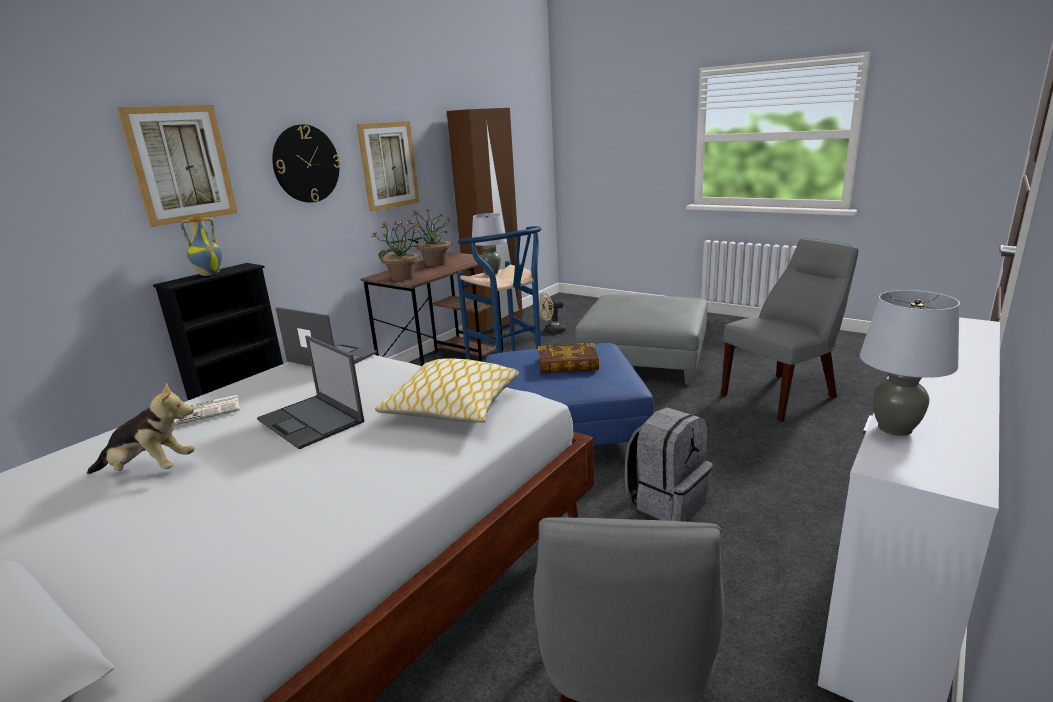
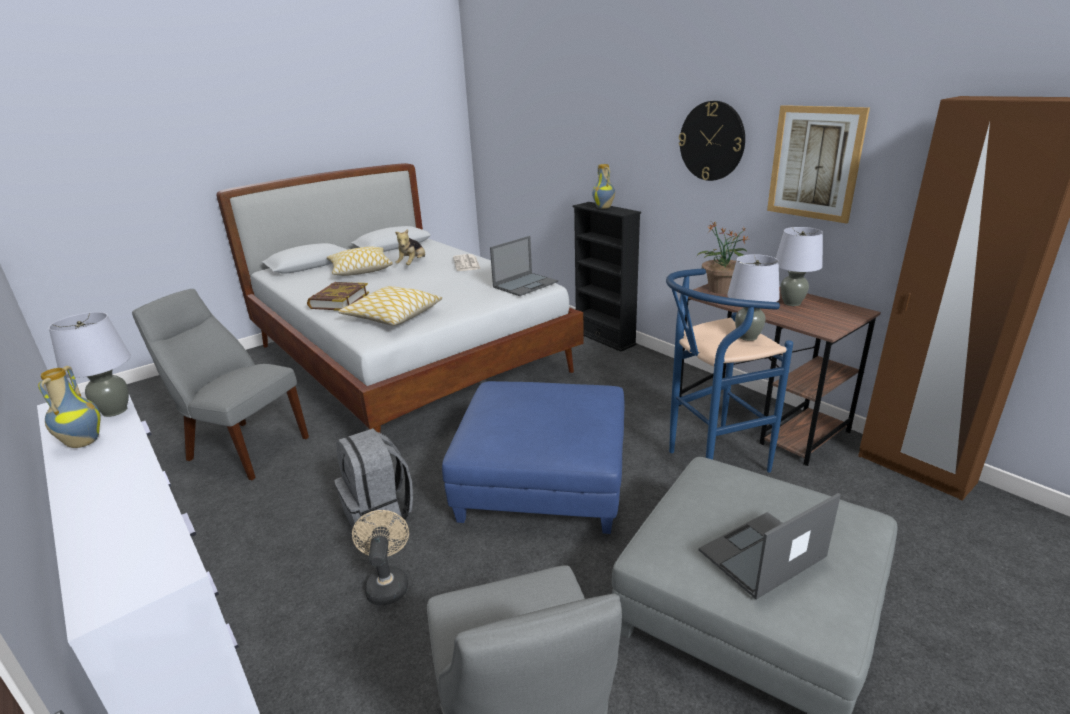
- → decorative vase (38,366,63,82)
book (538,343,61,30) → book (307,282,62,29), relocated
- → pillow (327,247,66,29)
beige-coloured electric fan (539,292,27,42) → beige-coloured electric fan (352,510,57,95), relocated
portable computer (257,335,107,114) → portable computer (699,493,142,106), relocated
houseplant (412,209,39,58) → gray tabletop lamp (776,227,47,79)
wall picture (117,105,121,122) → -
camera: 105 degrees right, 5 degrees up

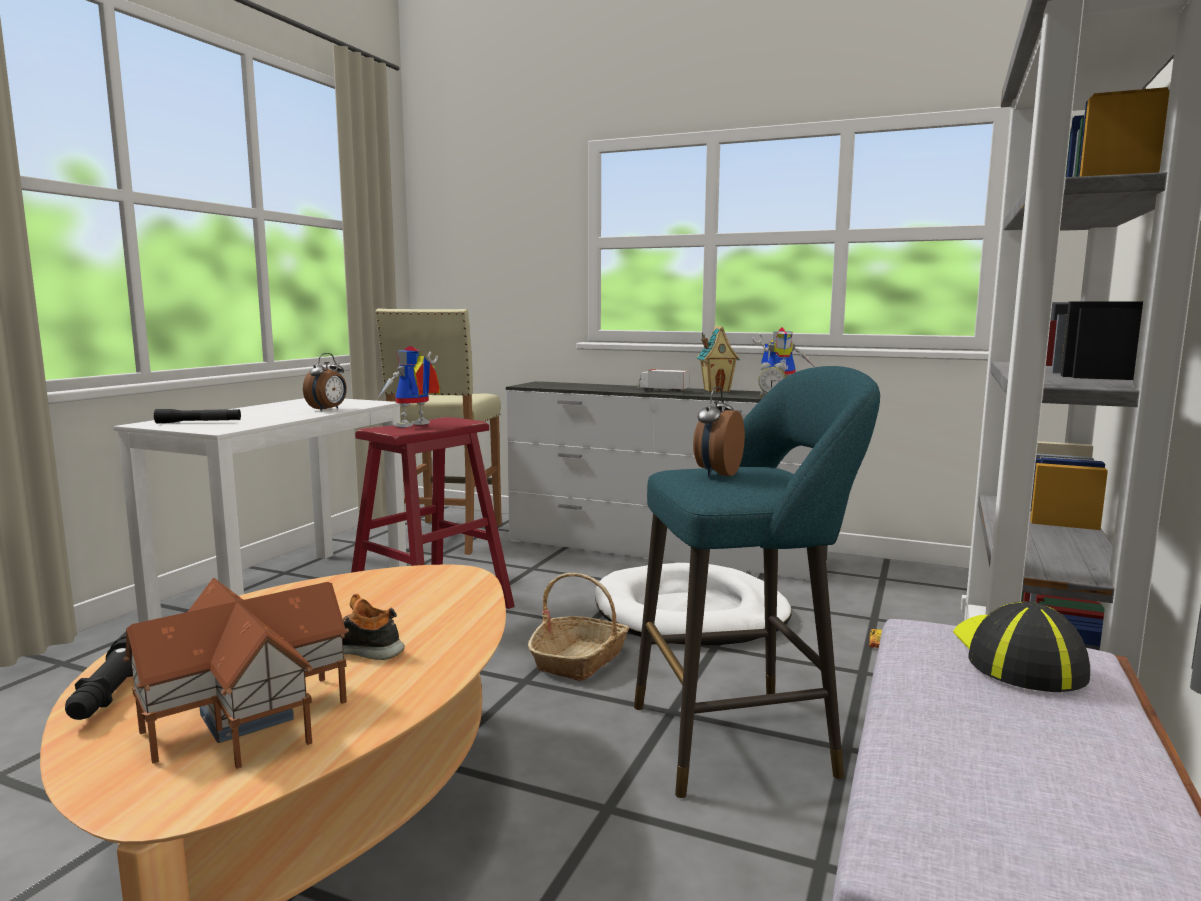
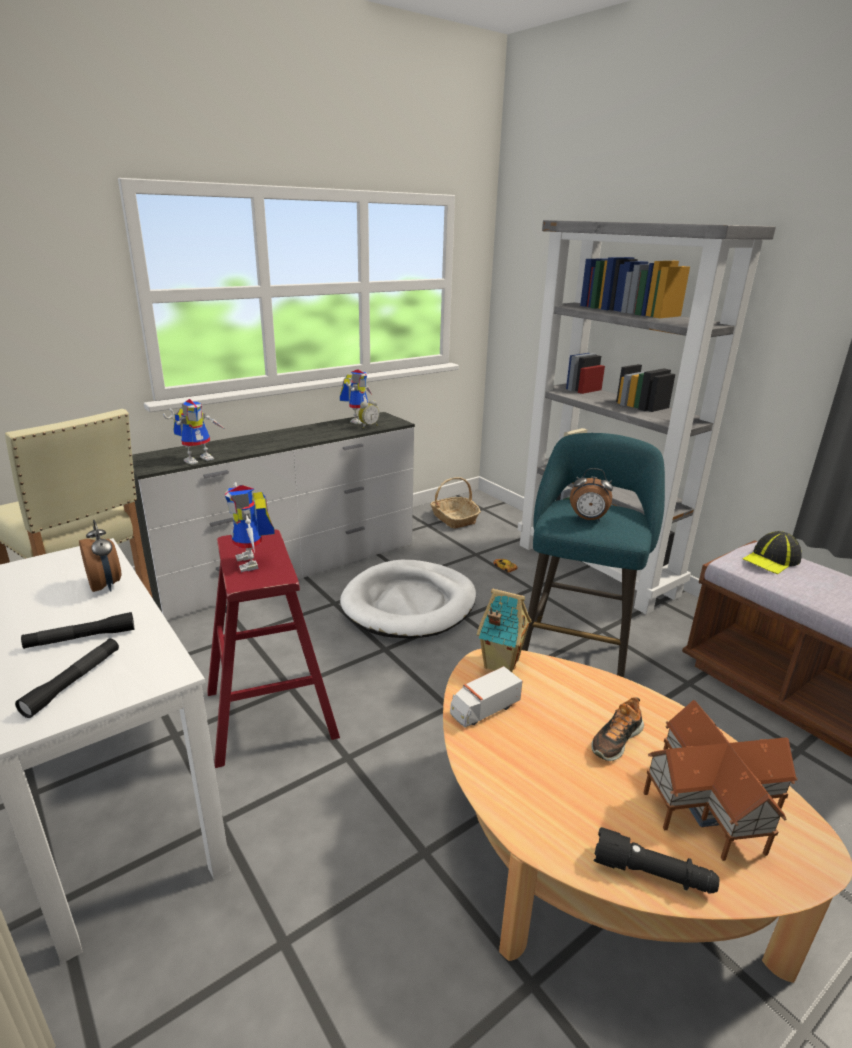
- → blackish flashlight (21,612,113,37)
- → model robot (163,399,63,66)
household basket (528,573,101,108) → household basket (430,477,51,52), relocated
model truck (638,369,52,23) → model truck (450,666,72,62), relocated
model house (696,326,44,66) → model house (476,589,56,83), relocated
table clock (693,386,52,91) → table clock (570,468,43,54), 45 degrees counterclockwise
peaked cap (953,602,137,90) → peaked cap (743,531,59,43), 75 degrees counterclockwise
camera: 60 degrees left, 15 degrees up

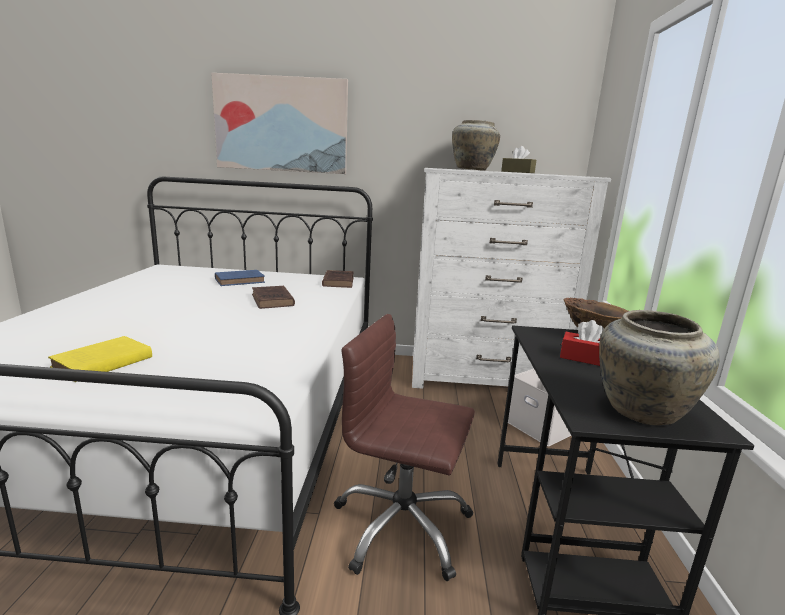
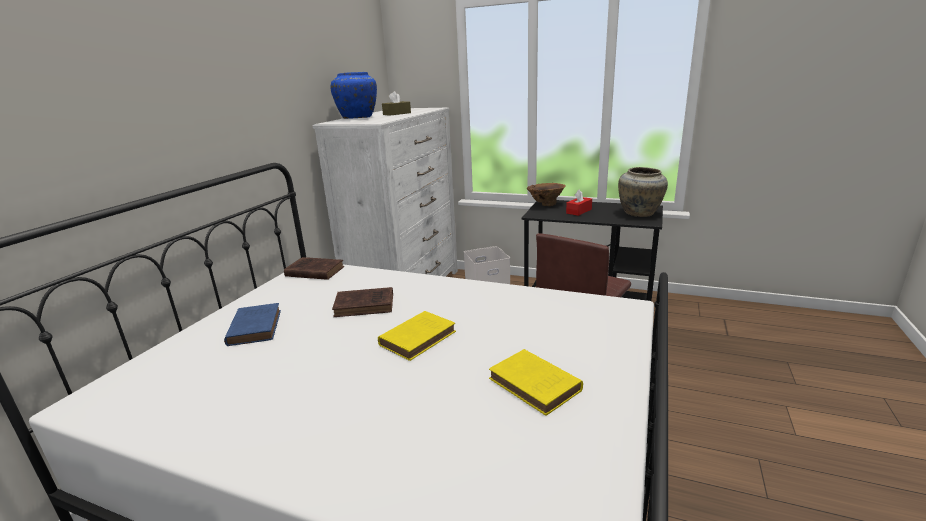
beige-coloured decorative vase (452,120,48,51) → blue-coloured decorative vase (331,72,46,47)
- → yellow book (378,311,78,50)
wall picture (211,73,137,101) → -
camera: 70 degrees left, 5 degrees up

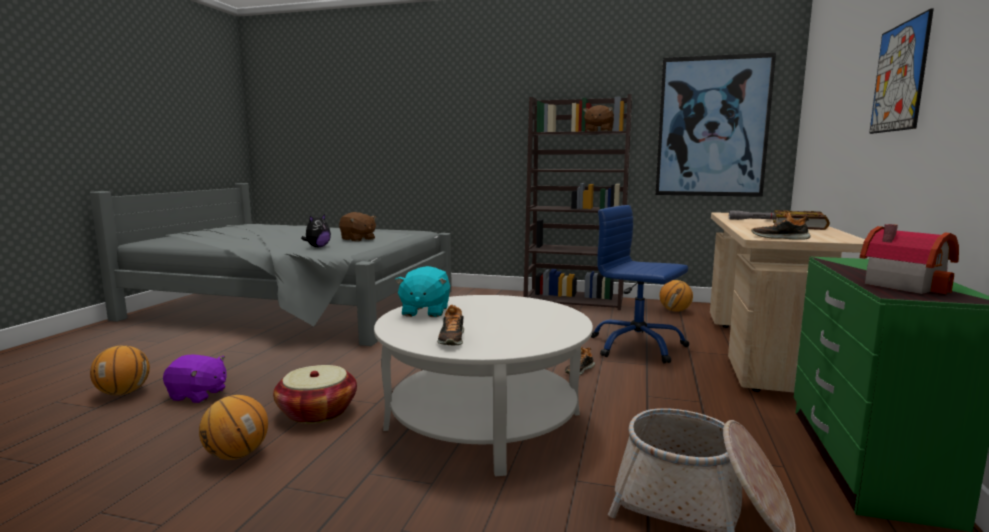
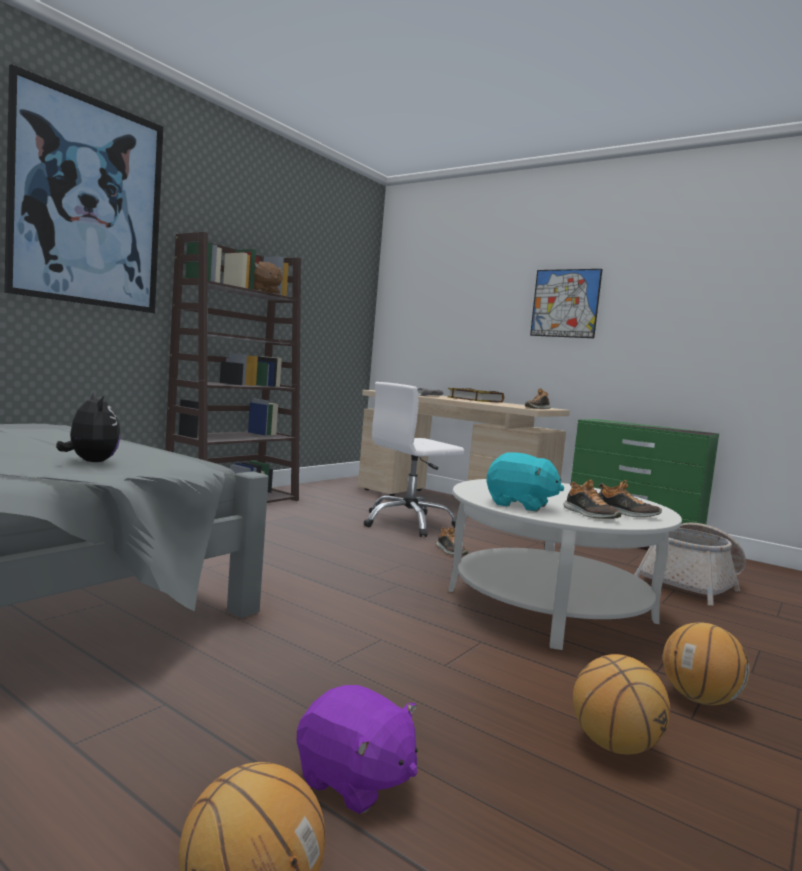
wall picture (655,53,121,144) → wall picture (4,64,159,249), relocated
purplish soft toy (163,355,64,48) → purplish soft toy (297,685,121,129), 90 degrees clockwise
blue-coloured desk chair (591,205,98,159) → whitish desk chair (364,382,100,155)
- → low shoe (564,479,57,40)
basketball ball (659,280,34,32) → basketball ball (663,622,87,83), relocated
household basket (273,365,84,59) → -
brown soft toy (339,212,37,30) → -
model house (860,224,99,70) → -
camera: 70 degrees left, 5 degrees down

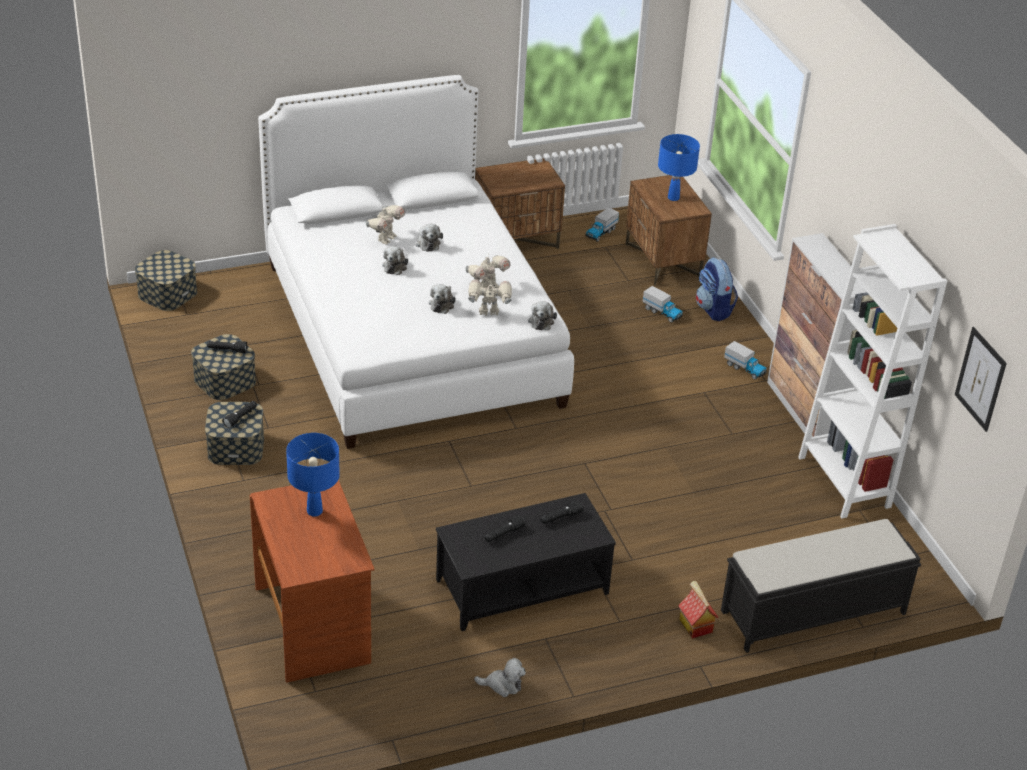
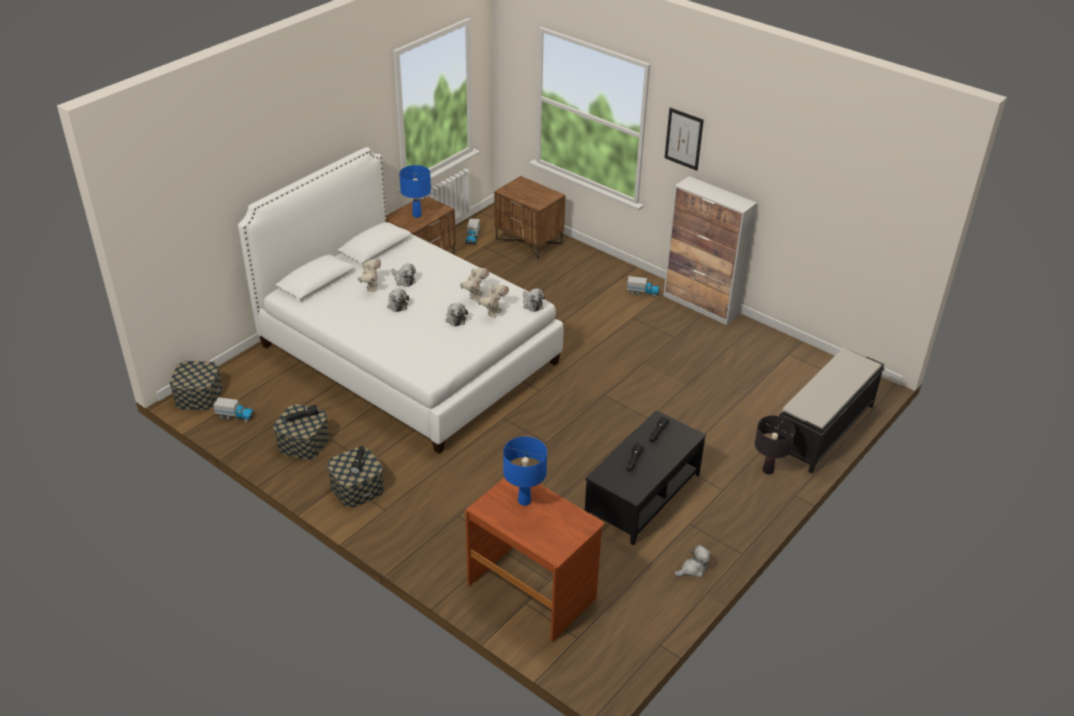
model truck (643,286,40,37) → model truck (213,397,41,25), relocated
blue-coloured tabletop lamp (658,134,42,67) → blue-coloured tabletop lamp (399,165,32,53), relocated
model robot (468,279,44,36) → model robot (477,285,32,33), 150 degrees clockwise
wall picture (955,327,52,105) → wall picture (665,108,39,63), relocated
model house (678,581,41,58) → blackish tabletop lamp (755,415,40,59)
rucksack (696,257,42,64) → -
whitish bookcase (798,224,149,295) → -
camera: 30 degrees left, 0 degrees up

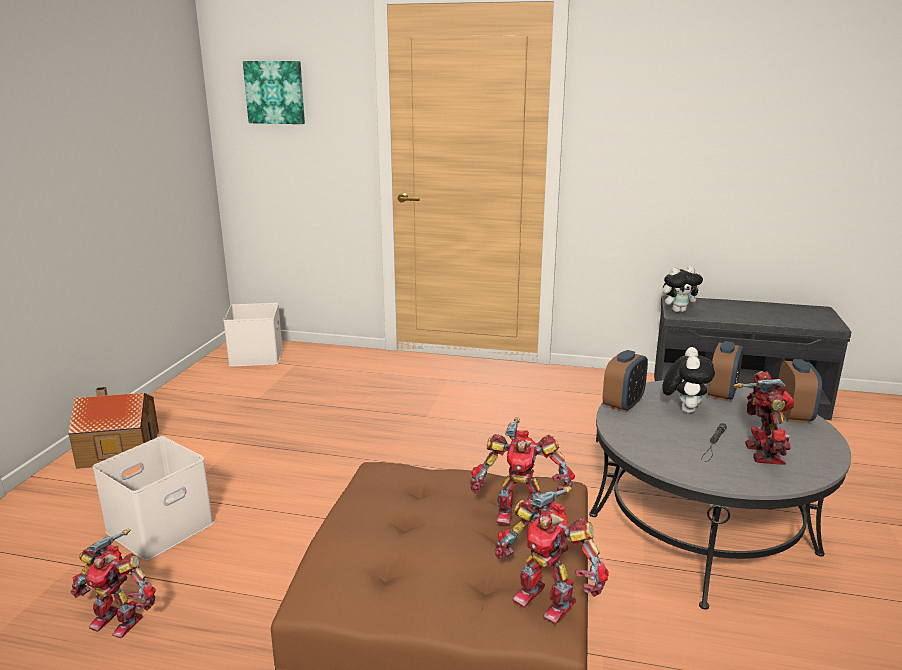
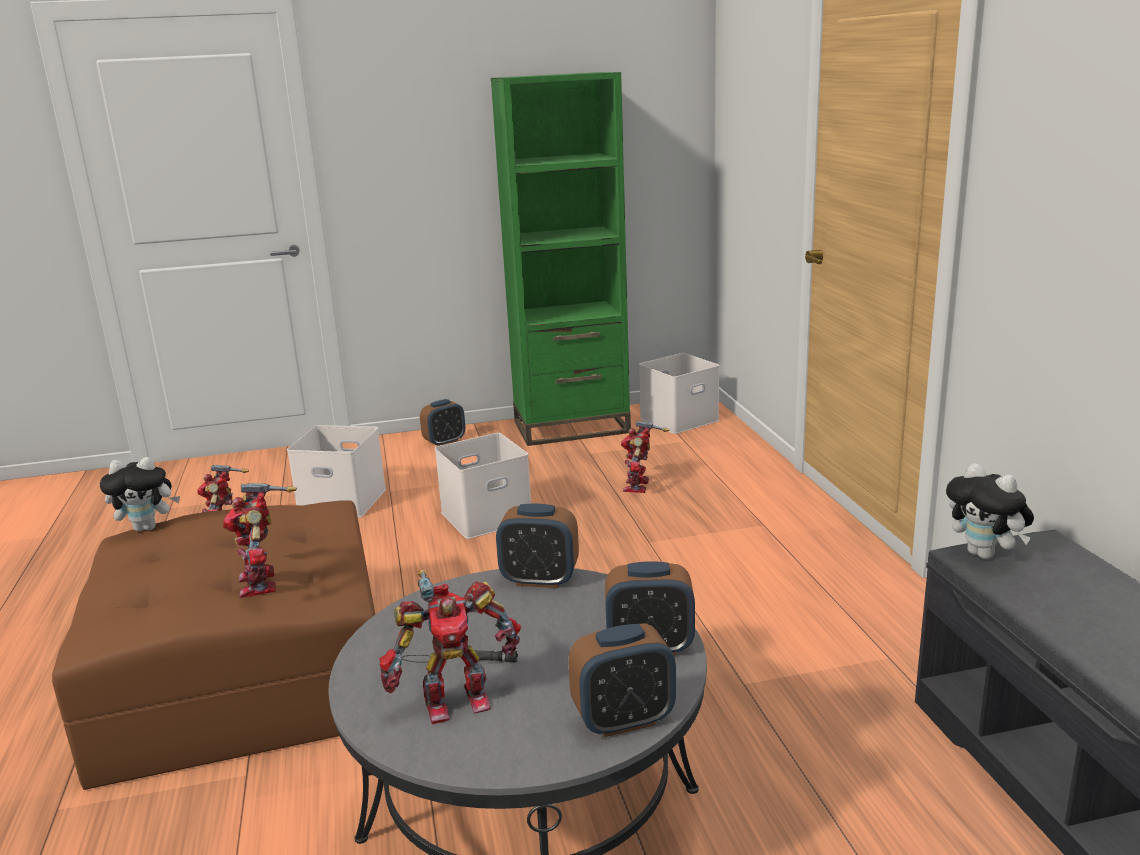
soft toy (662,347,53,66) → soft toy (100,457,80,74), relocated
model house (68,387,91,82) → table clock (420,399,45,47)
- → whitish storage bin (435,433,96,106)
- → greenish bookcase (491,72,140,374)
model robot (495,486,114,138) → model robot (621,421,48,72), relocated
wall picture (243,61,62,63) → -
camera: 65 degrees right, 0 degrees up

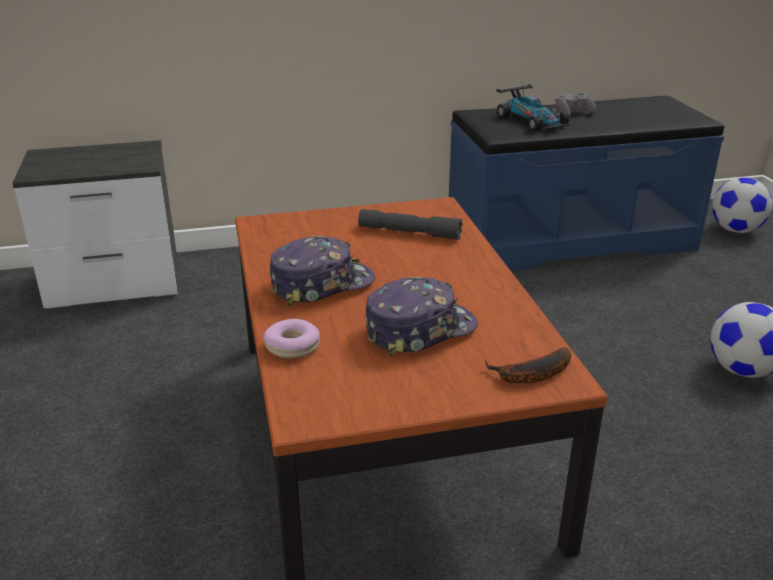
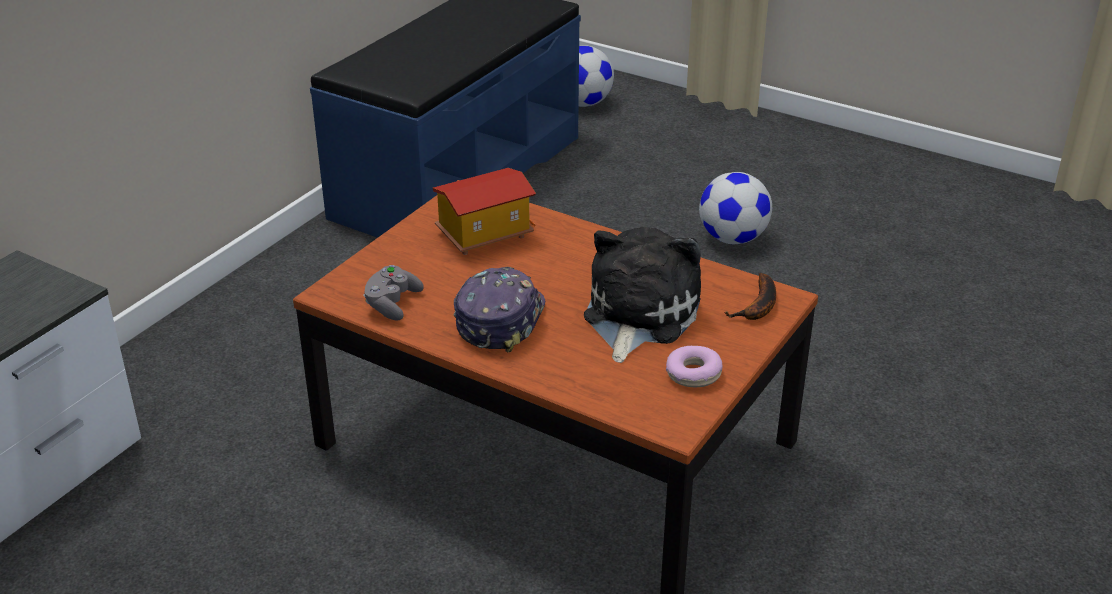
gray game controller (556,92,41,25) → gray game controller (363,265,61,55), relocated
gray flashlight (358,209,105,31) → model house (433,168,103,87)
peaked cap (366,277,112,80) → soft toy (584,227,117,136)
ring doughnut (263,319,57,40) → ring doughnut (666,346,56,41), relocated
model car (496,82,74,49) → -
camera: 45 degrees left, 5 degrees up

